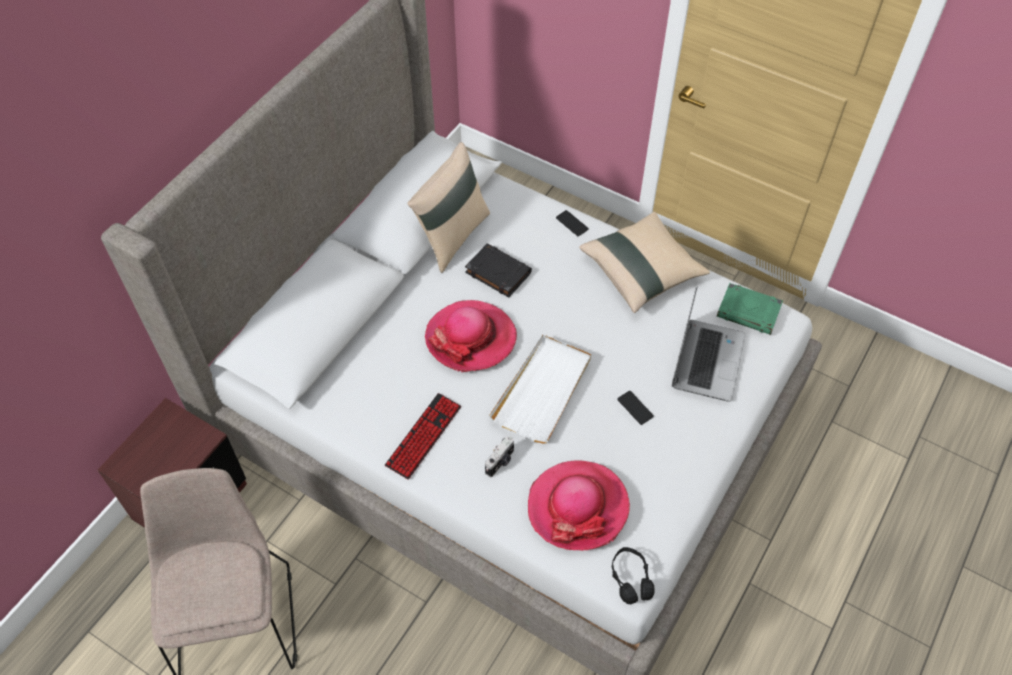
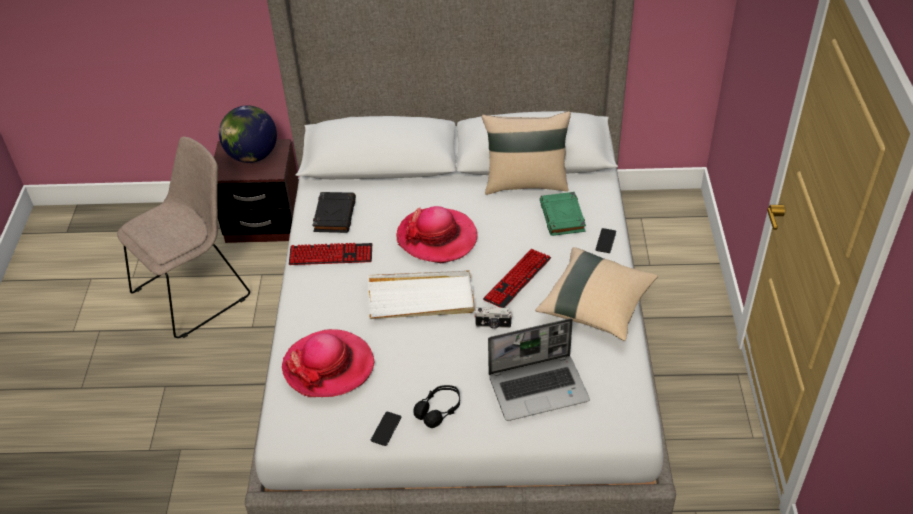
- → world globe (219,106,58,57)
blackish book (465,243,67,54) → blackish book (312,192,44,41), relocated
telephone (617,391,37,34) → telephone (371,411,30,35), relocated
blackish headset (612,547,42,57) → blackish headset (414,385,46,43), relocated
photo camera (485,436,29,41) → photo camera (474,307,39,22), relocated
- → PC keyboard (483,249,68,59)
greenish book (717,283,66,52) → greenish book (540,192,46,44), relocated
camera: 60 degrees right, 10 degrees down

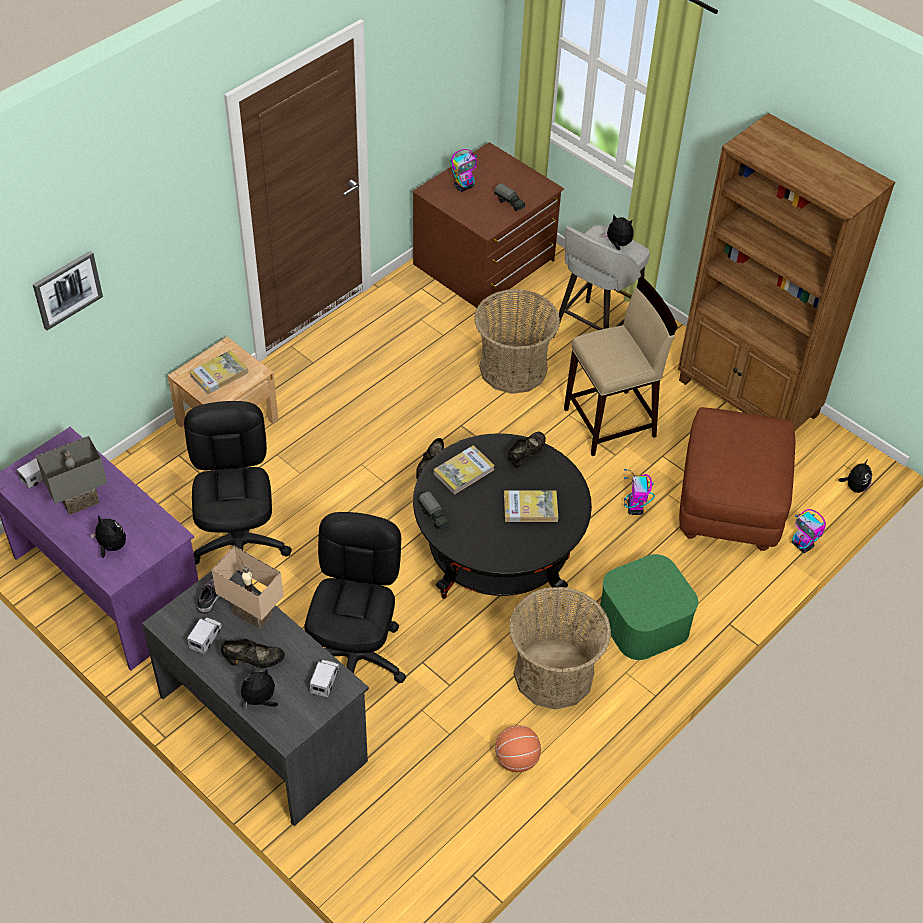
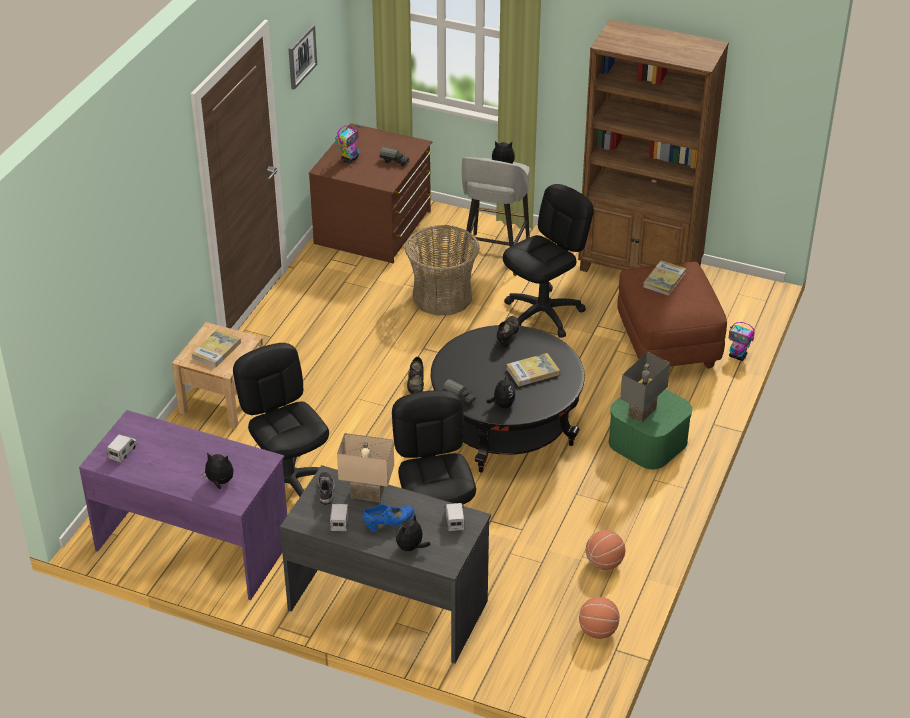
wall picture (33,251,70,79) → wall picture (288,24,29,66), relocated
blackish low shoe (221,639,64,29) → blue-coloured low shoe (363,504,52,28)
soft toy (838,459,34,34) → soft toy (487,374,29,35), relocated
beige-coloured sitting stool (564,278,114,178) → blackish desk chair (503,184,91,154)
- → basketball ball (579,597,41,42)
gray tabletop lamp (36,436,71,79) → gray tabletop lamp (620,352,50,71), relocated
book (433,445,62,50) → book (643,261,43,35), relocated
household basket (509,587,102,123) → -
model robot (624,469,31,46) → -
camera: 20 degrees left, 10 degrees down

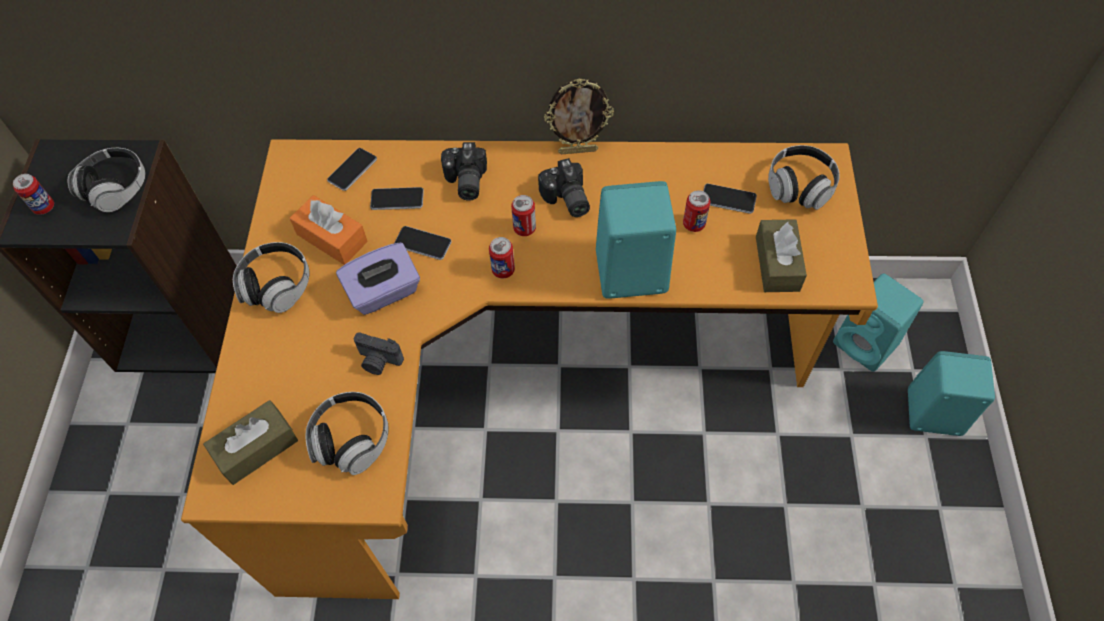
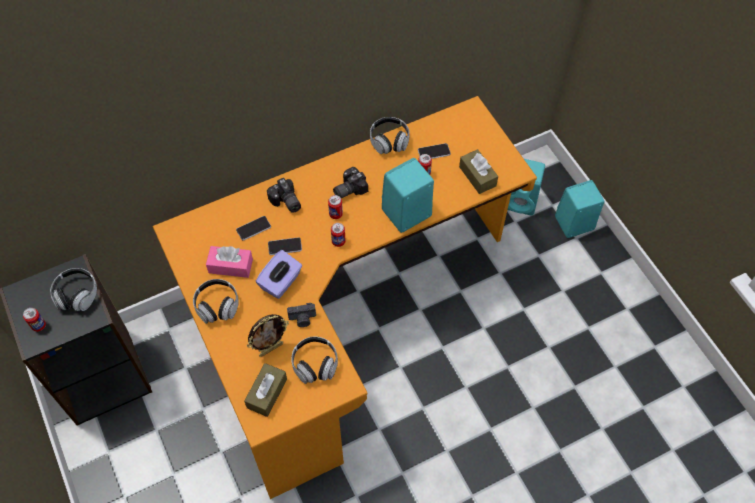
orangey box of tissues (290,195,78,70) → pink box of tissues (206,246,47,32)
standing frame (544,78,70,76) → standing frame (247,314,42,43), relocated
photo camera (538,158,52,59) → photo camera (333,167,35,32), 105 degrees clockwise
headset (768,145,72,65) → headset (370,117,40,37), relocated
telephone (327,148,50,43) → -
camera: 30 degrees left, 0 degrees up

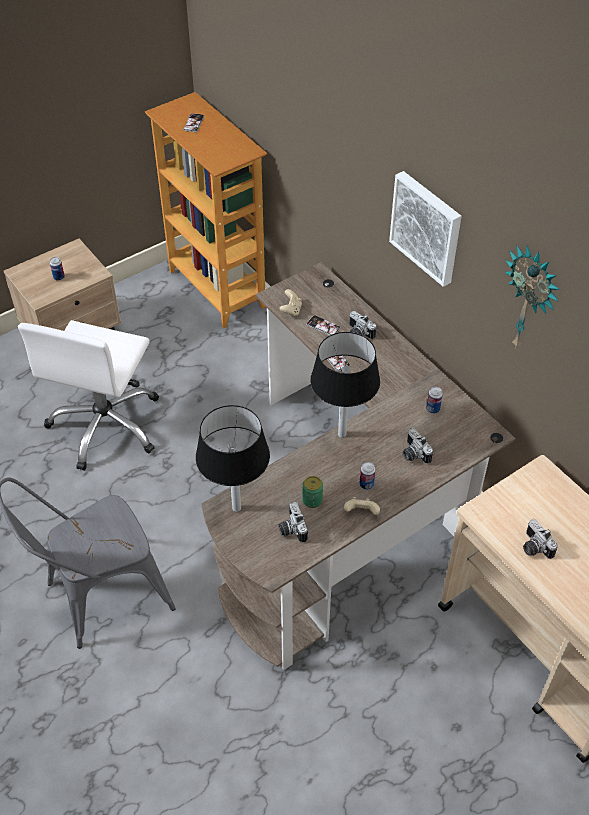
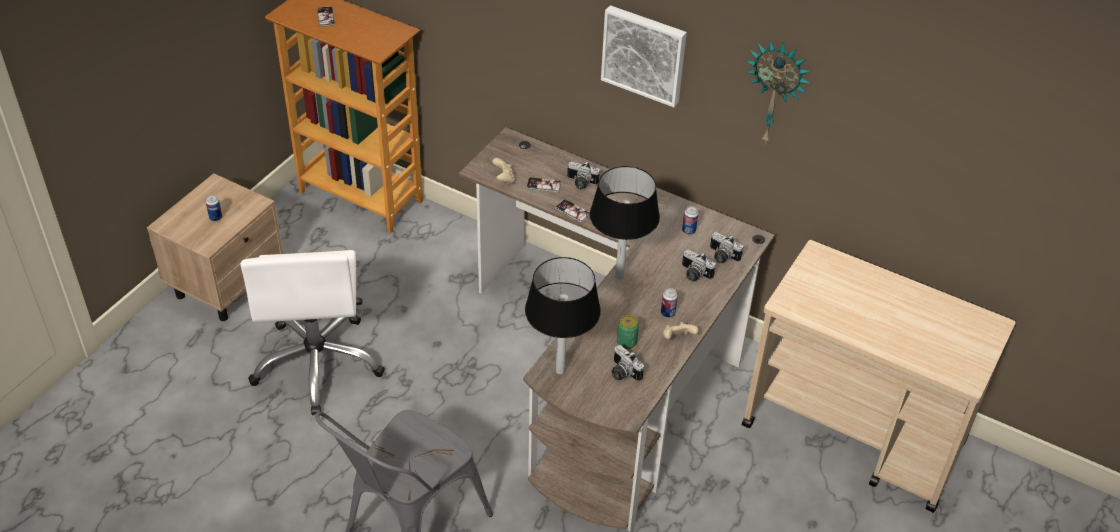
photo camera (523,519,35,40) → photo camera (710,232,33,31), relocated
camera: 25 degrees left, 5 degrees down

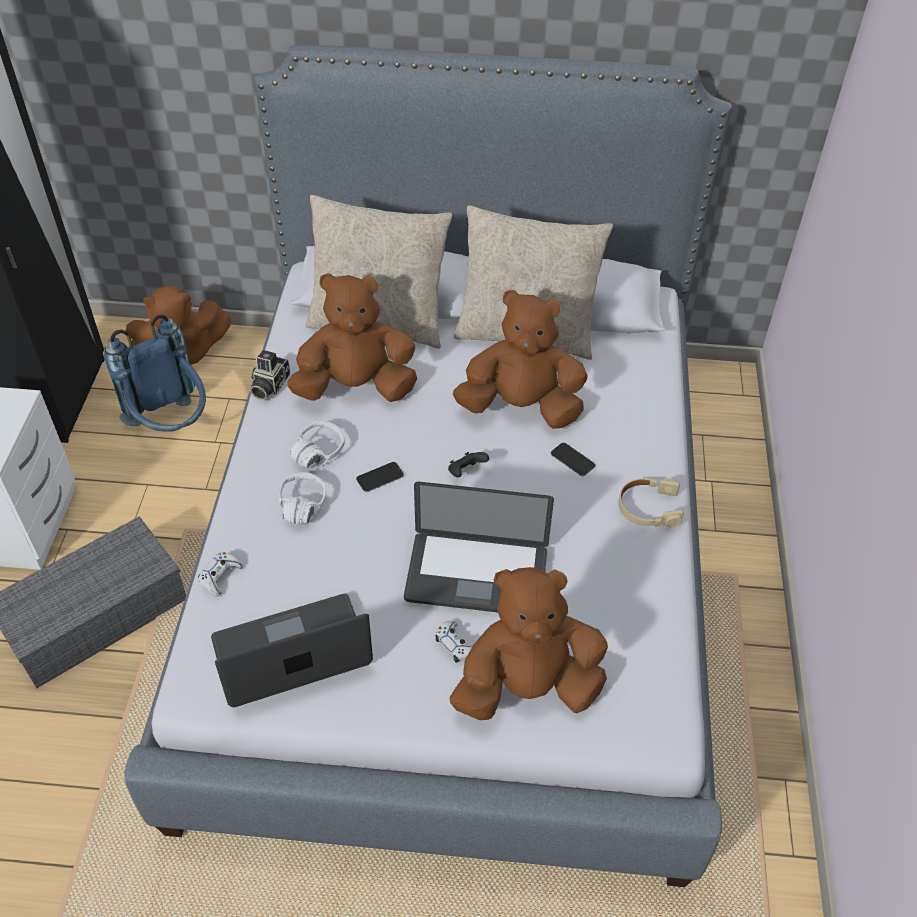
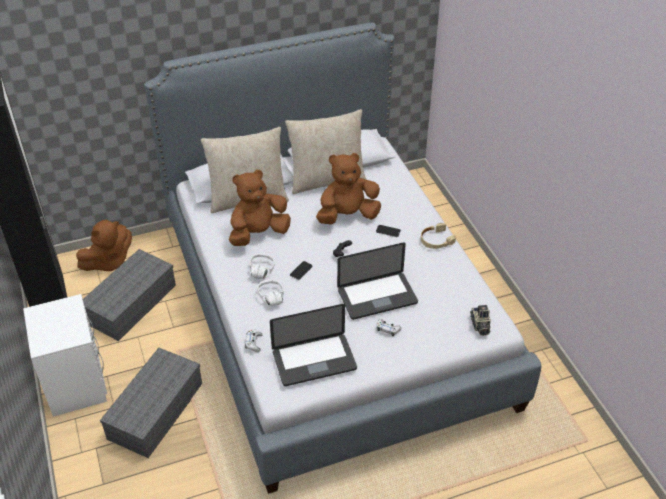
blue-coloured rucksack (104,314,102,118) → gray storage bin (83,249,93,92)
portable computer (211,594,162,113) → portable computer (270,304,87,82), 150 degrees counterclockwise
photo camera (250,350,40,50) → photo camera (470,305,21,31), relocated
brown soft toy (450,567,158,153) → -
camera: 25 degrees left, 5 degrees down

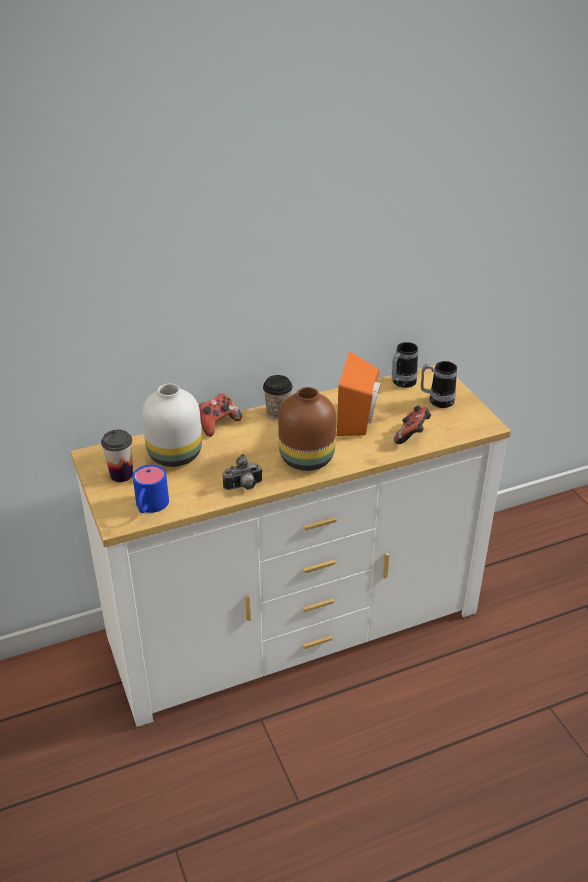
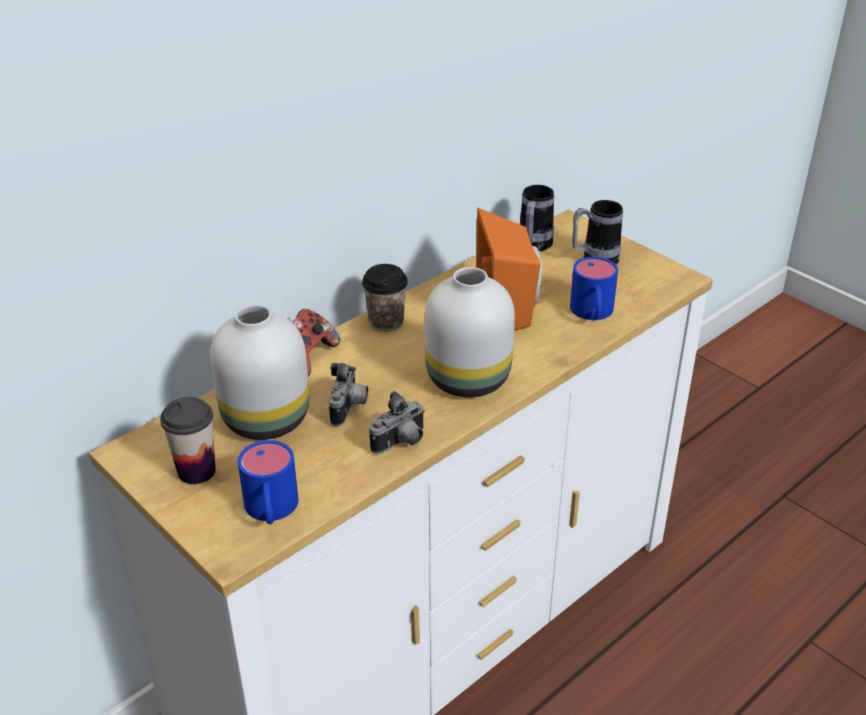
- → photo camera (329,363,39,63)
brown decorative vase (278,387,58,84) → whitish decorative vase (425,267,90,130)
game controller (394,406,37,38) → blue-coloured tea mug (570,257,48,63)
camera: 20 degrees left, 0 degrees up

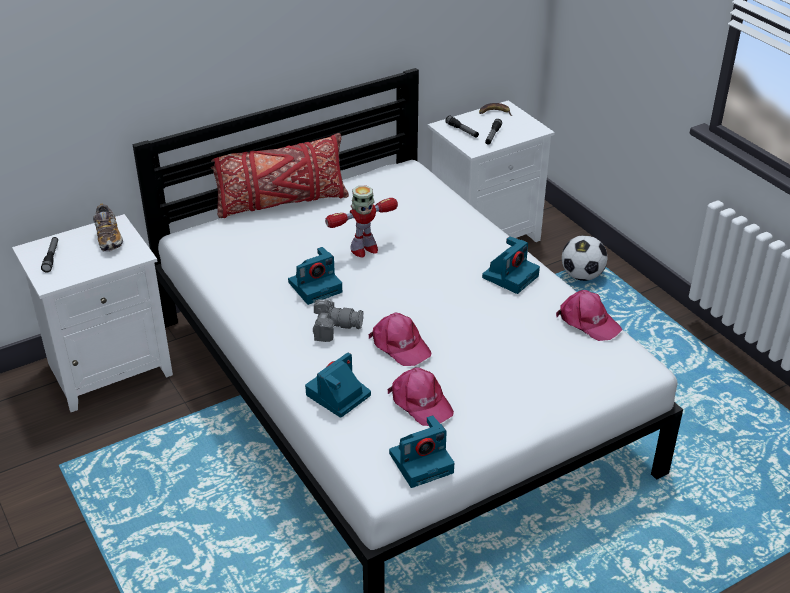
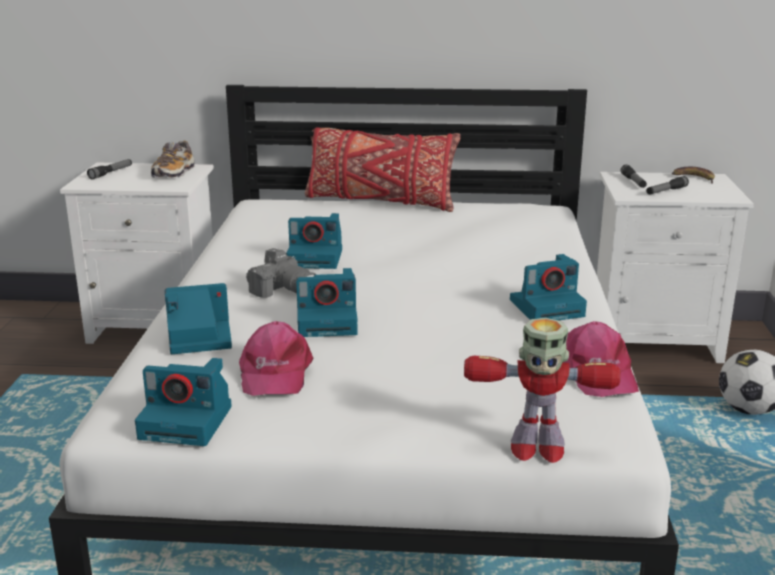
pink peaked cap (368,313,64,53) → photo camera (296,268,62,69)
model robot (325,186,73,71) → model robot (464,318,157,145), relocated
camera: 35 degrees right, 15 degrees down

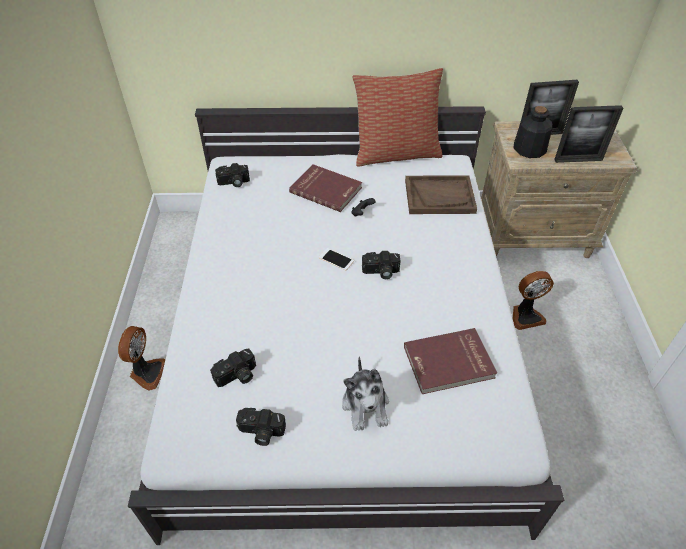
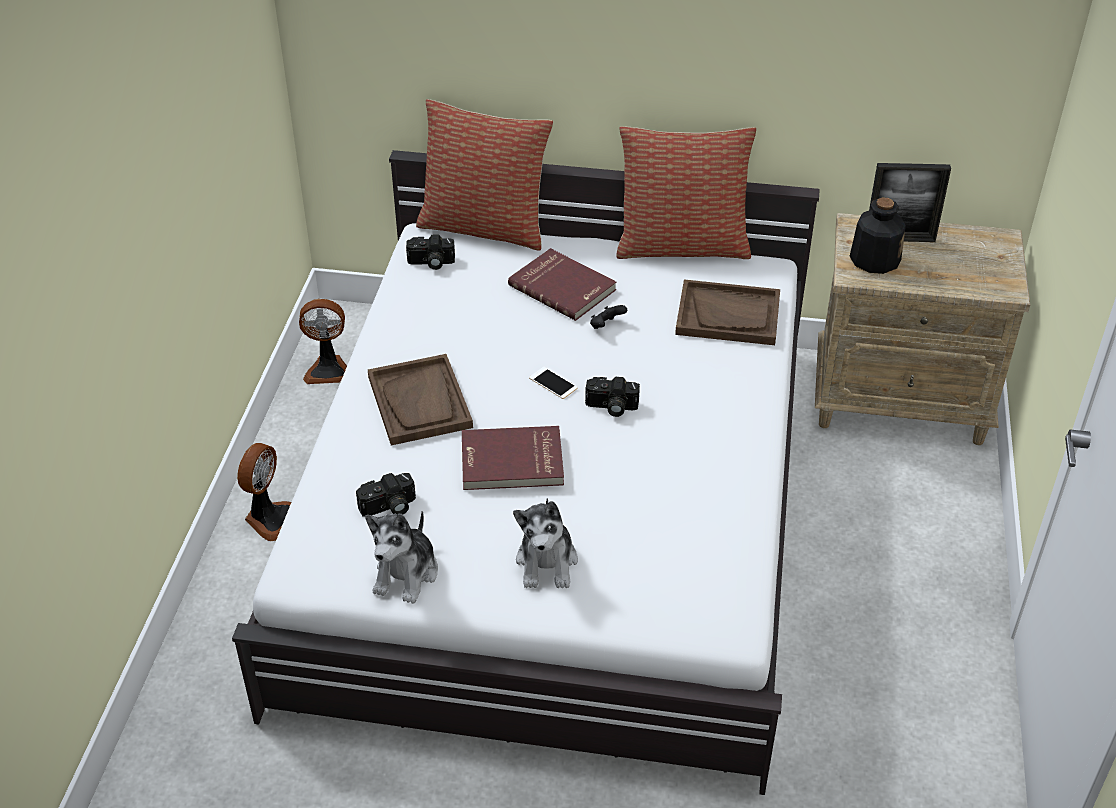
electric fan (513,271,41,59) → electric fan (299,299,48,85), relocated
photo camera (236,408,50,38) → soft toy (365,511,73,93)
- → brown tray (368,354,105,92)
- → pillow (416,99,137,151)
red book (404,328,93,66) → red book (462,426,102,64), relocated
standing frame (554,105,69,58) → -
camera: 10 degrees right, 5 degrees down

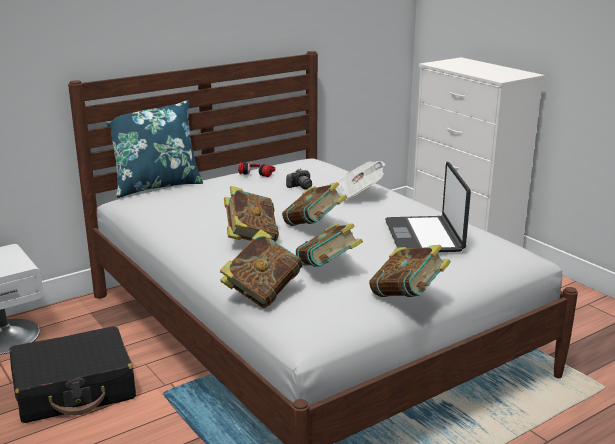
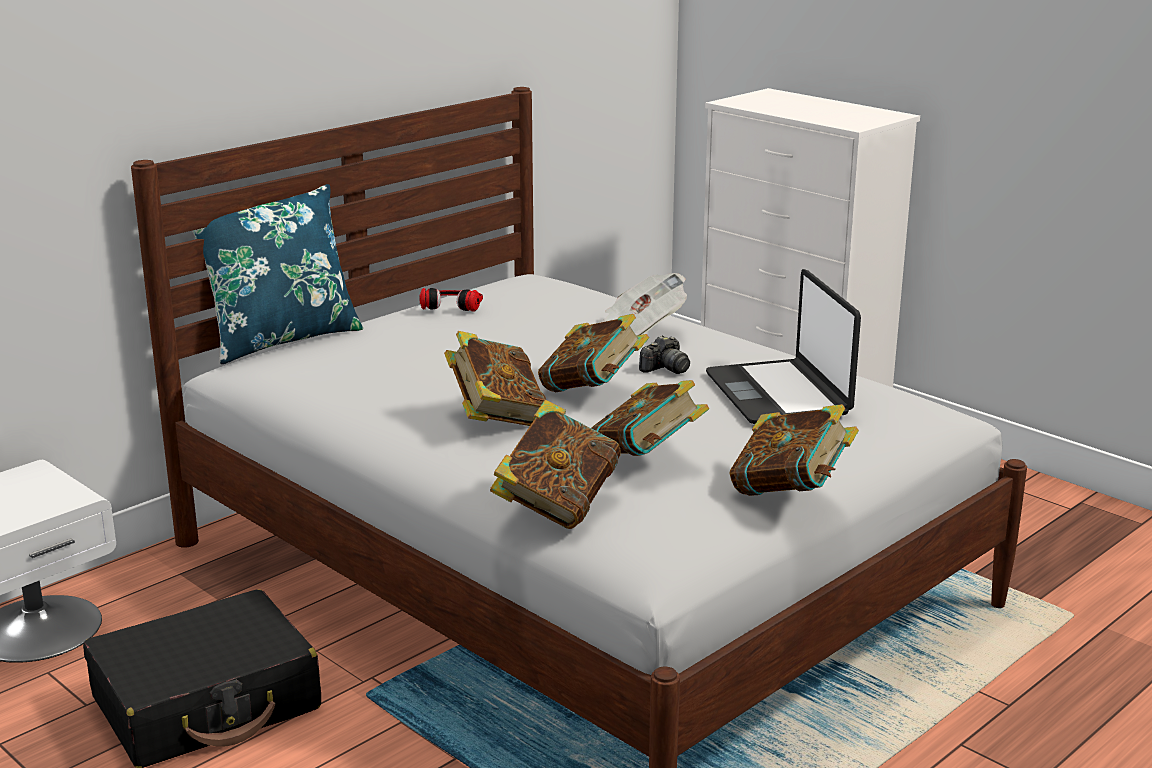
photo camera (286,169,26,21) → photo camera (639,335,51,39), relocated
camera: 10 degrees left, 0 degrees up

